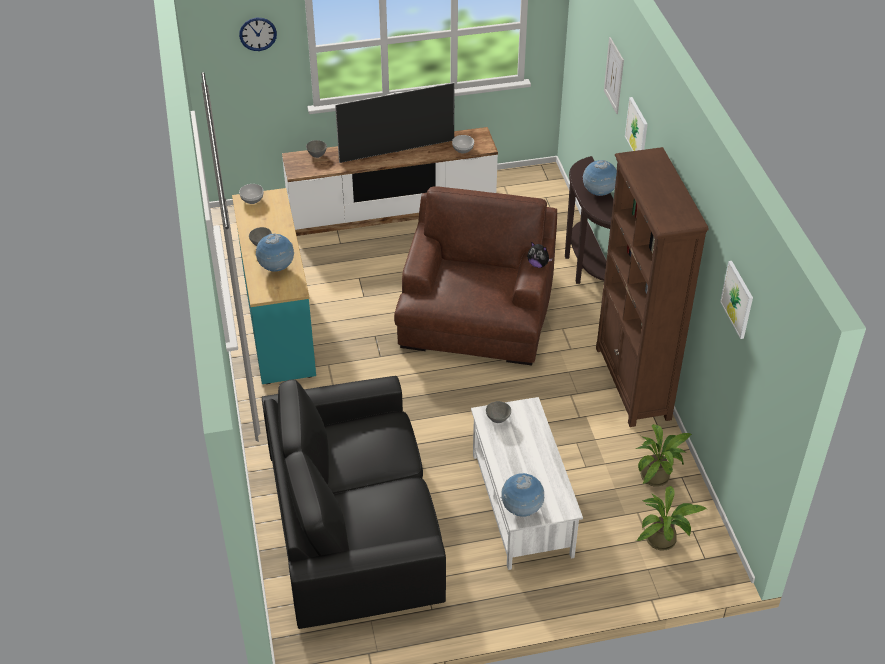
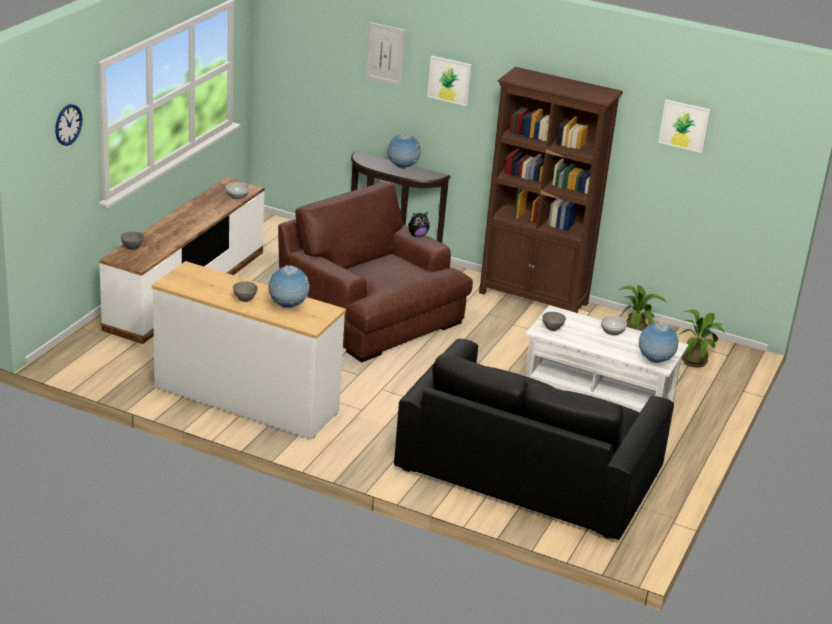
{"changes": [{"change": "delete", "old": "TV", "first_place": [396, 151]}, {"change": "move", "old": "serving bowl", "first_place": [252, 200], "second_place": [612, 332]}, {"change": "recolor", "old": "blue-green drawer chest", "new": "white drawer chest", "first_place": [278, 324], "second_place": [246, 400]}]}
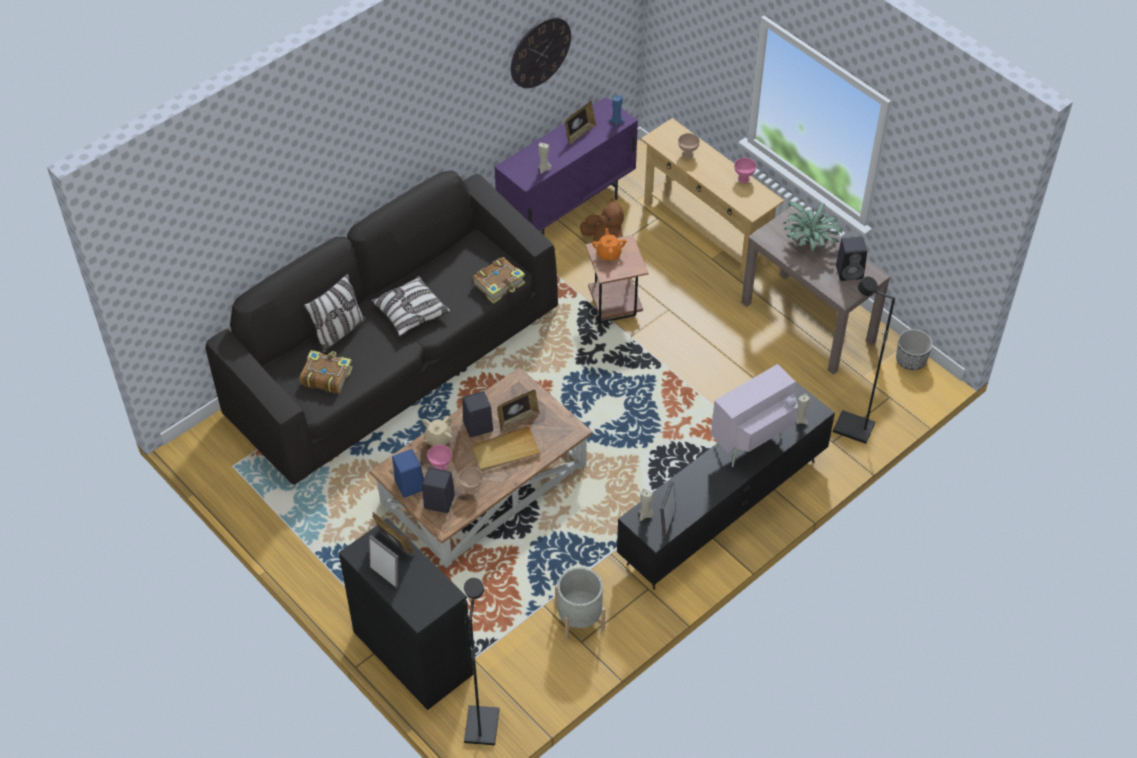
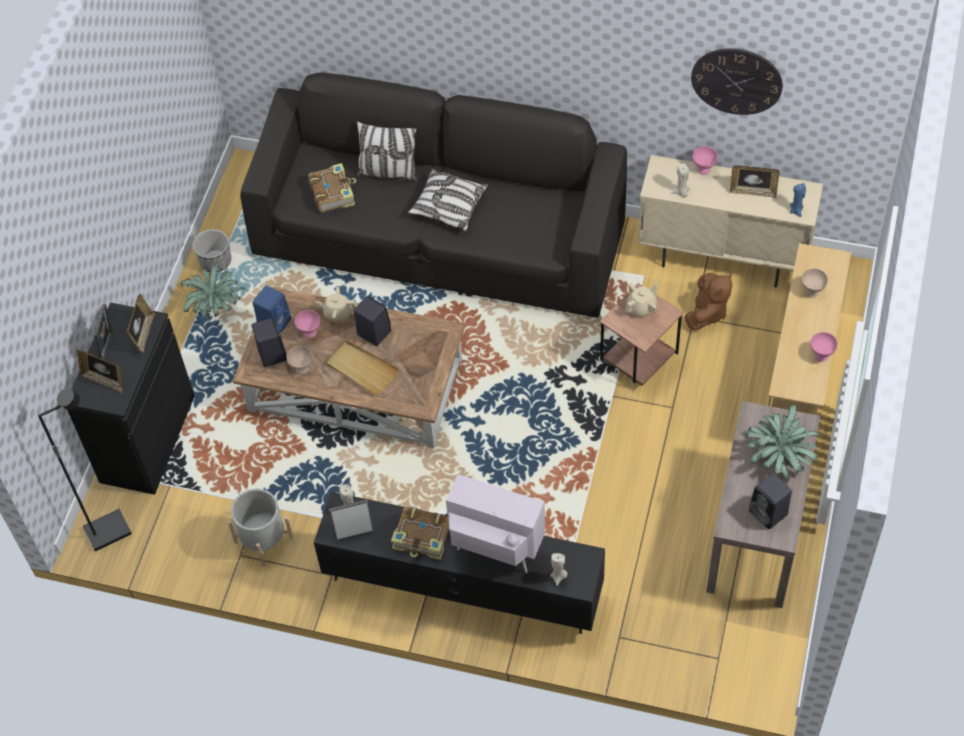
{"changes": [{"change": "recolor", "old": "purple-coloured cabinet", "new": "beige-coloured cabinet", "first_place": [567, 212], "second_place": [723, 259]}, {"change": "recolor", "old": "orange-coloured tea pot", "new": "beige-coloured tea pot", "first_place": [609, 254], "second_place": [641, 307]}, {"change": "move", "old": "book", "first_place": [499, 284], "second_place": [422, 538]}, {"change": "delete", "old": "black-coloured floor lamp", "first_place": [852, 429]}, {"change": "move", "old": "plant pot", "first_place": [910, 360], "second_place": [216, 261]}, {"change": "move", "old": "standing frame", "first_place": [518, 419], "second_place": [104, 380]}, {"change": "insert", "new": "pinkish serving bowl", "second_place": [703, 169]}, {"change": "insert", "new": "potted plant", "second_place": [215, 305]}]}
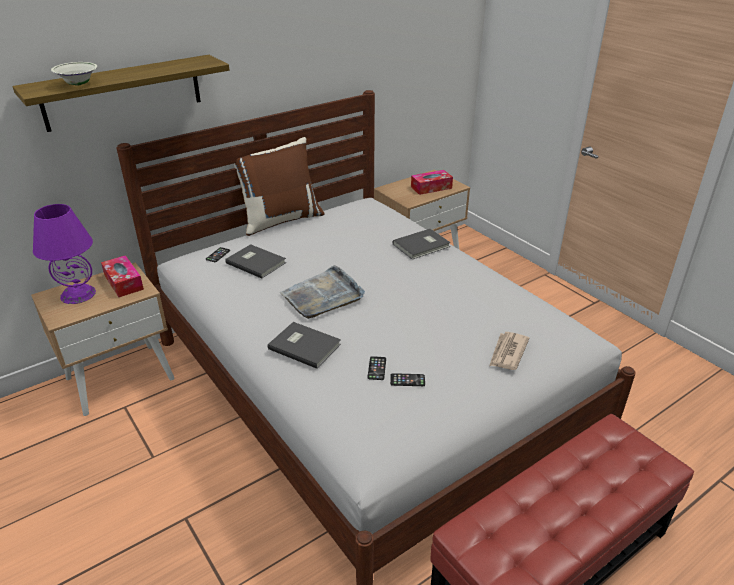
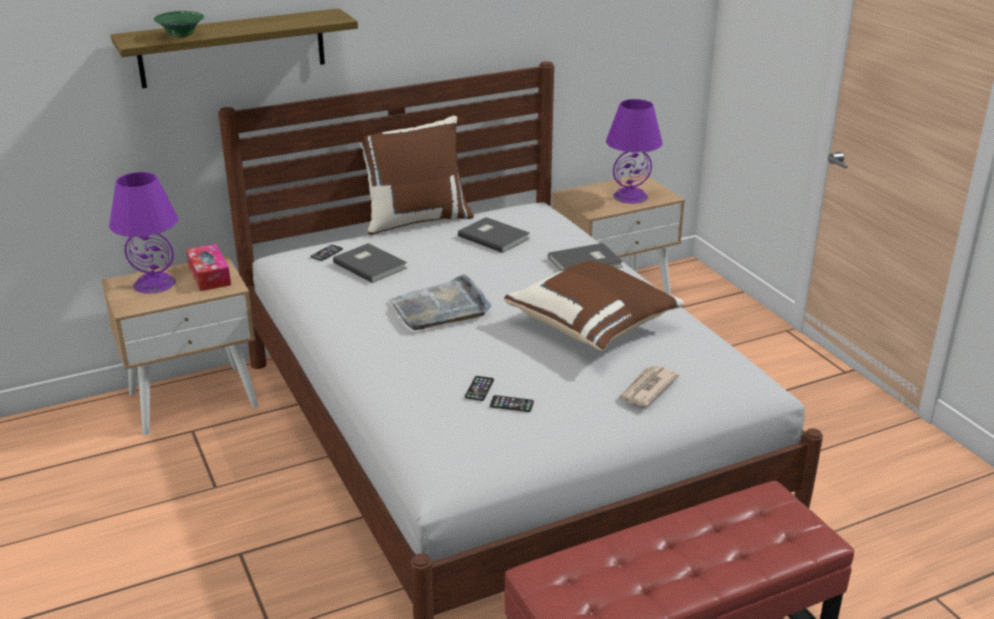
{"changes": [{"change": "recolor", "old": "white serving bowl", "new": "green serving bowl", "first_place": [78, 84], "second_place": [181, 36]}, {"change": "replace", "old": "box of tissues", "new": "purple-coloured table lamp", "first_place": [431, 187], "second_place": [630, 196]}, {"change": "move", "old": "greyish book", "first_place": [304, 345], "second_place": [494, 236]}, {"change": "insert", "new": "brownish cushion", "second_place": [594, 326]}]}
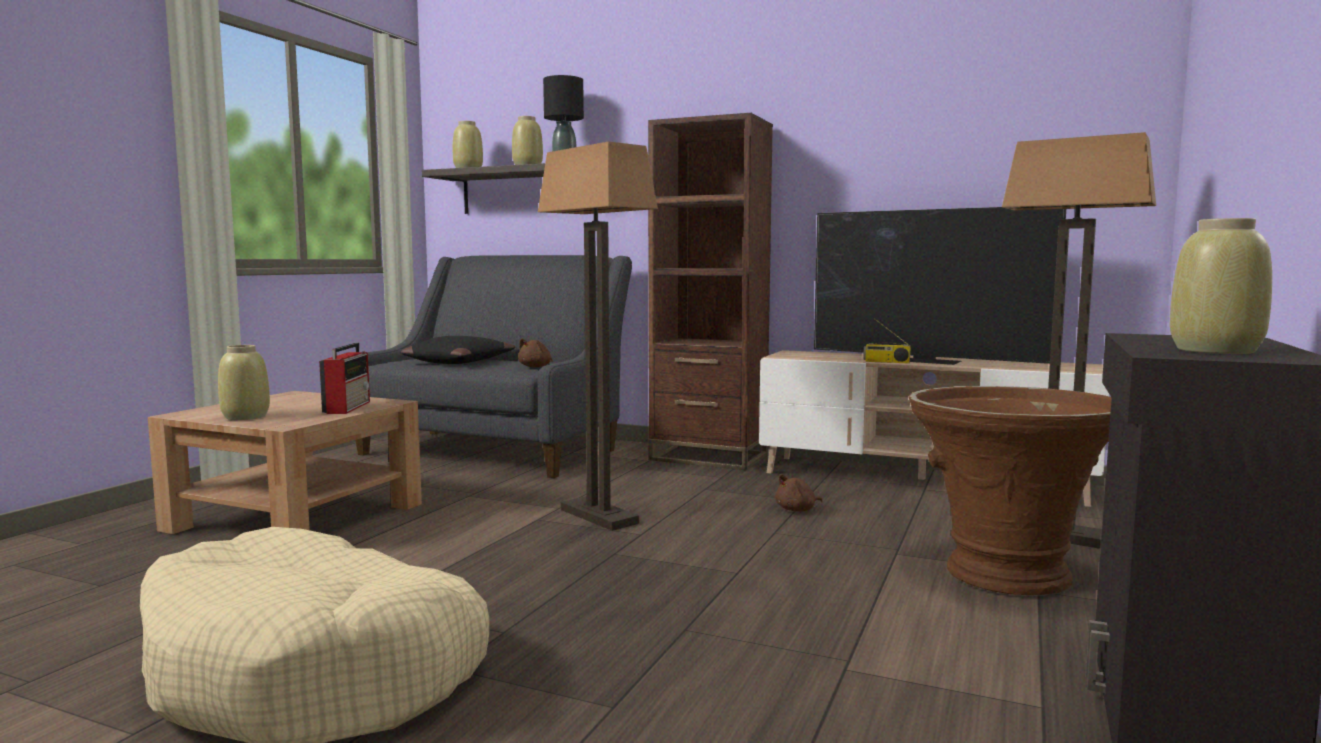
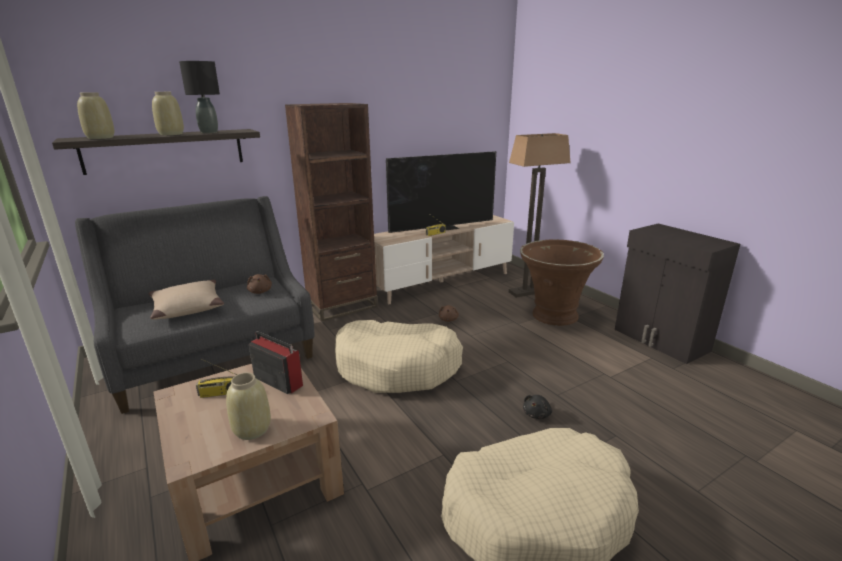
{"changes": [{"change": "replace", "old": "floor lamp", "new": "beige-coloured dog cushion", "first_place": [597, 516], "second_place": [398, 367]}, {"change": "delete", "old": "beige-coloured decorative vase", "first_place": [1217, 350]}, {"change": "recolor", "old": "black-coloured cushion", "new": "beige-coloured cushion", "first_place": [458, 362], "second_place": [187, 307]}, {"change": "insert", "new": "radio receiver", "second_place": [221, 393]}, {"change": "insert", "new": "black-coloured plush toy", "second_place": [537, 414]}]}
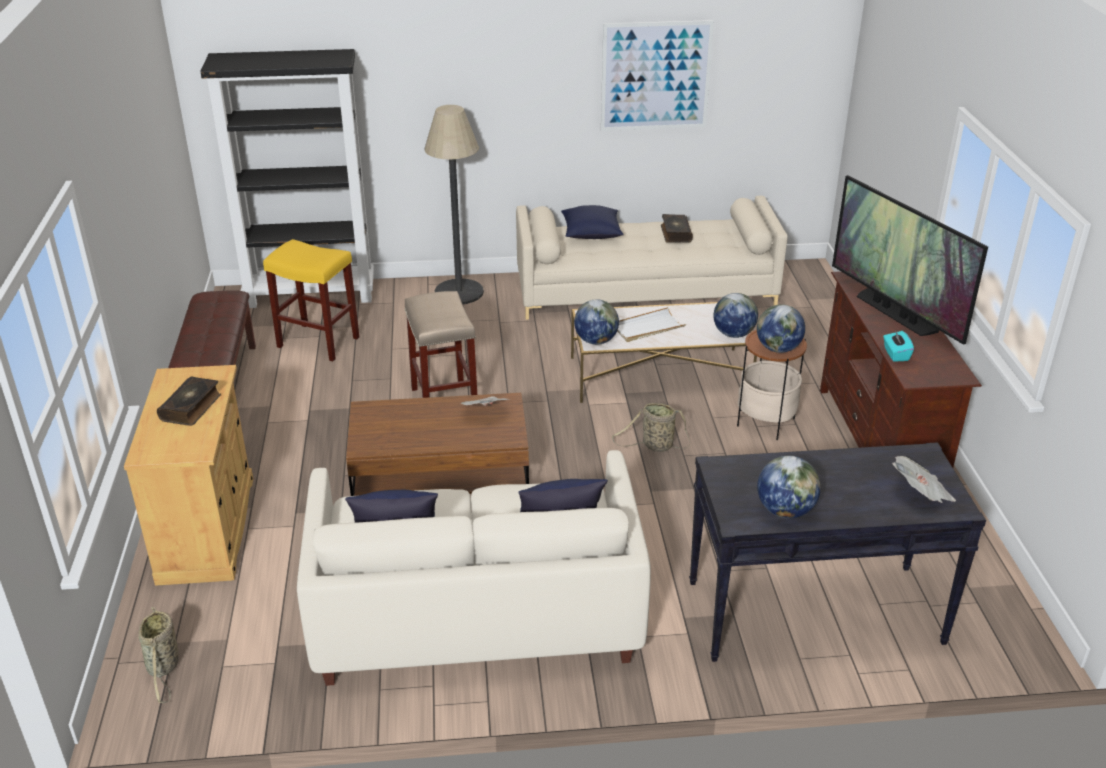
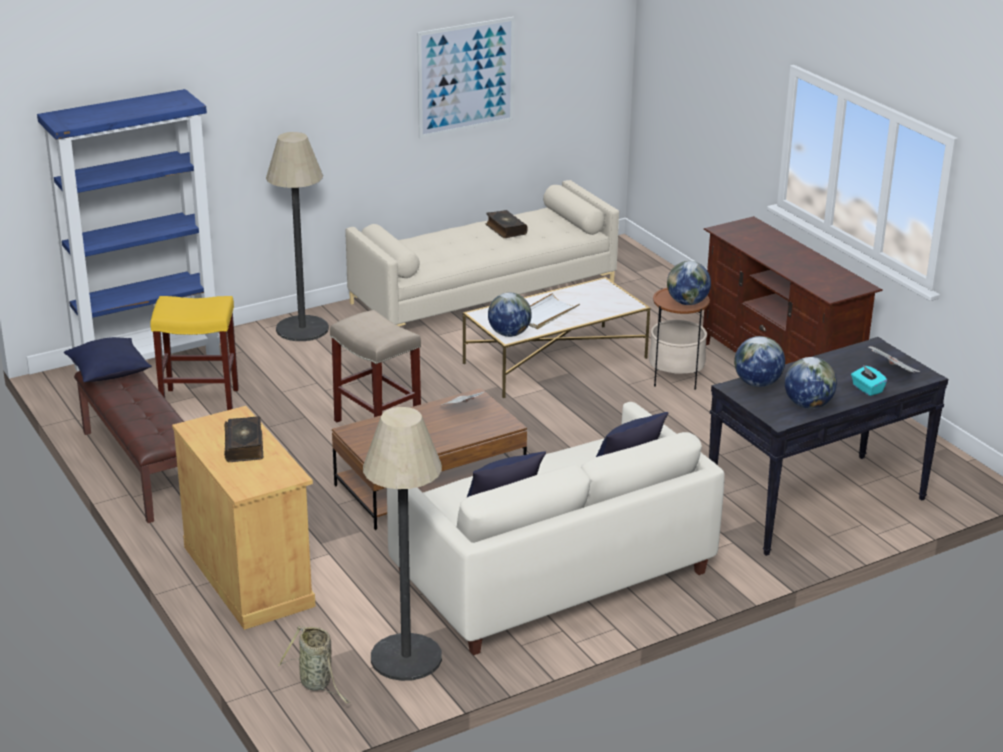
{"changes": [{"change": "recolor", "old": "black-coloured bookcase", "new": "blue-coloured bookcase", "first_place": [311, 294], "second_place": [148, 361]}, {"change": "delete", "old": "TV", "first_place": [895, 313]}, {"change": "move", "old": "blue-coloured cushion", "first_place": [591, 234], "second_place": [109, 373]}, {"change": "move", "old": "world globe", "first_place": [733, 334], "second_place": [757, 383]}, {"change": "move", "old": "blue-green box of tissues", "first_place": [895, 354], "second_place": [867, 389]}, {"change": "delete", "old": "household basket", "first_place": [655, 446]}, {"change": "insert", "new": "floor lamp", "second_place": [406, 658]}]}
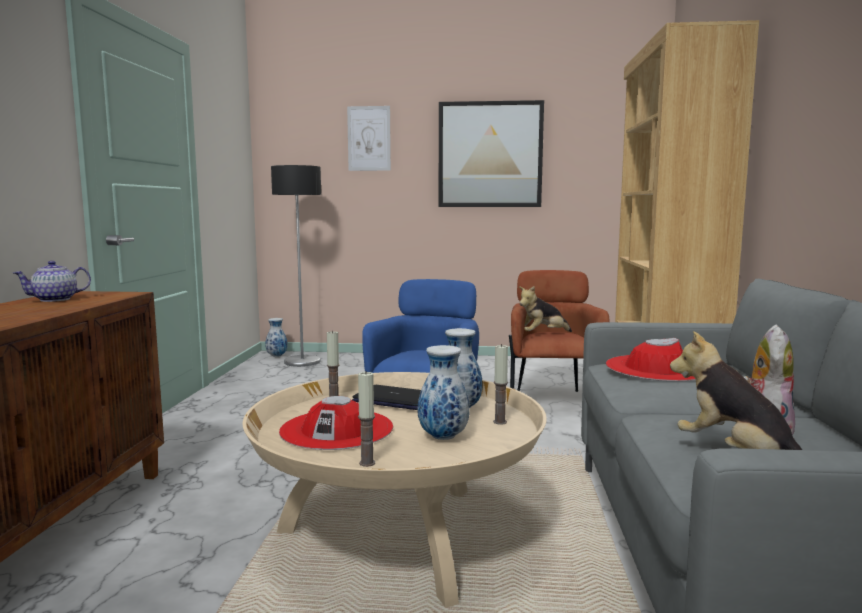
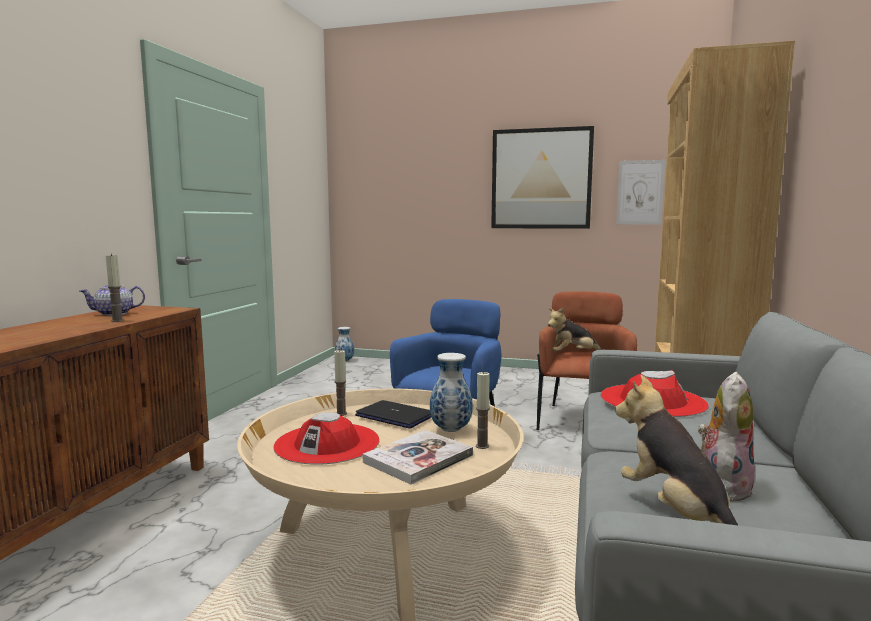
{"changes": [{"change": "move", "old": "wall picture", "first_place": [369, 138], "second_place": [640, 192]}, {"change": "delete", "old": "floor lamp", "first_place": [302, 362]}, {"change": "replace", "old": "decorative vase", "new": "book", "first_place": [442, 437], "second_place": [418, 459]}, {"change": "move", "old": "wax candle", "first_place": [367, 463], "second_place": [117, 320]}]}
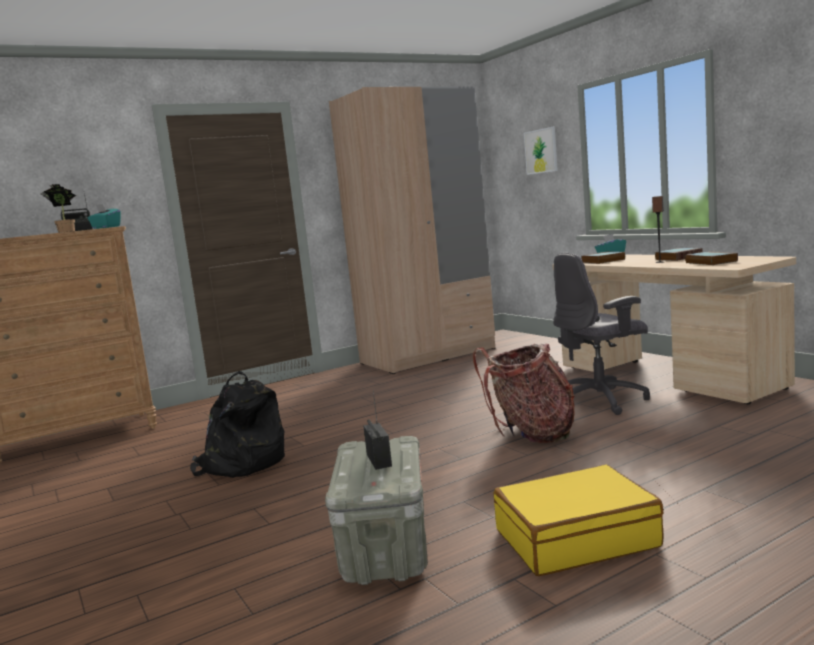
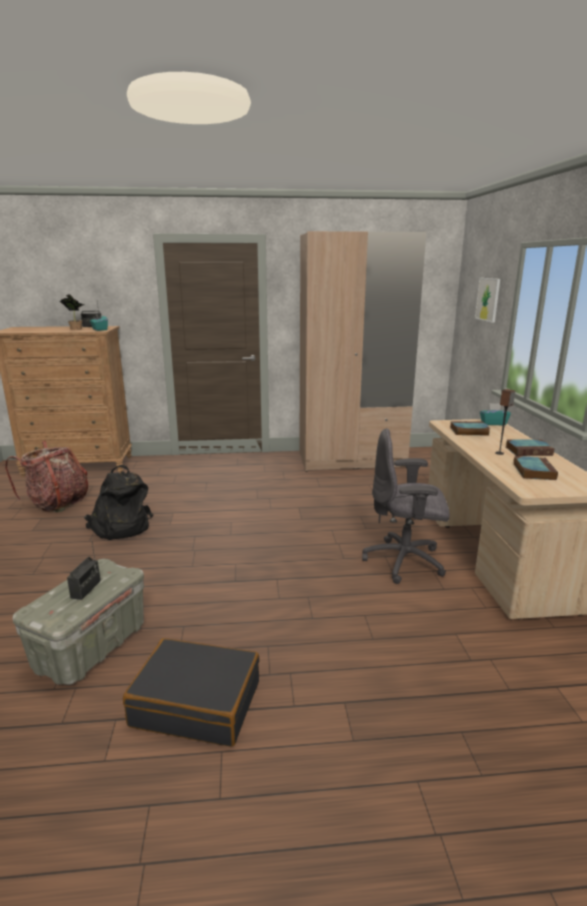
{"changes": [{"change": "move", "old": "knapsack", "first_place": [531, 434], "second_place": [57, 503]}, {"change": "recolor", "old": "yellow suitcase", "new": "black-coloured suitcase", "first_place": [576, 538], "second_place": [197, 703]}]}
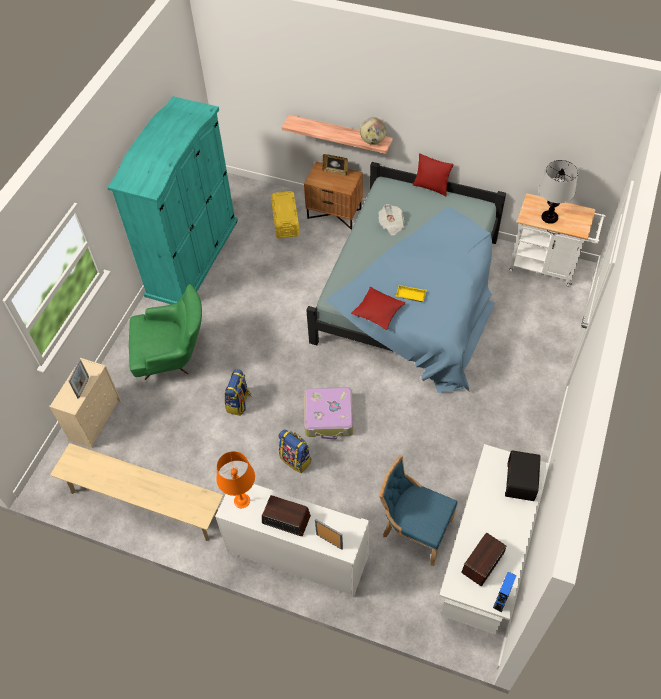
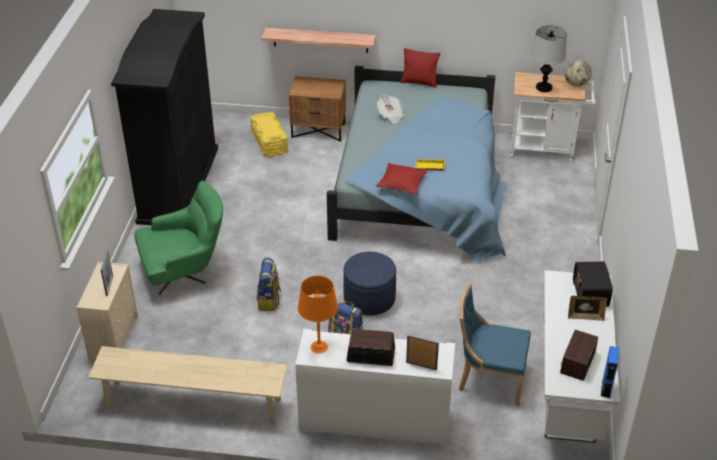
{"changes": [{"change": "recolor", "old": "blue-green armoire", "new": "black-coloured armoire", "first_place": [192, 257], "second_place": [178, 184]}, {"change": "move", "old": "world globe", "first_place": [372, 141], "second_place": [576, 84]}, {"change": "move", "old": "standing frame", "first_place": [335, 171], "second_place": [585, 317]}, {"change": "replace", "old": "suitcase", "new": "blue-coloured pouffe", "first_place": [329, 417], "second_place": [369, 299]}]}
